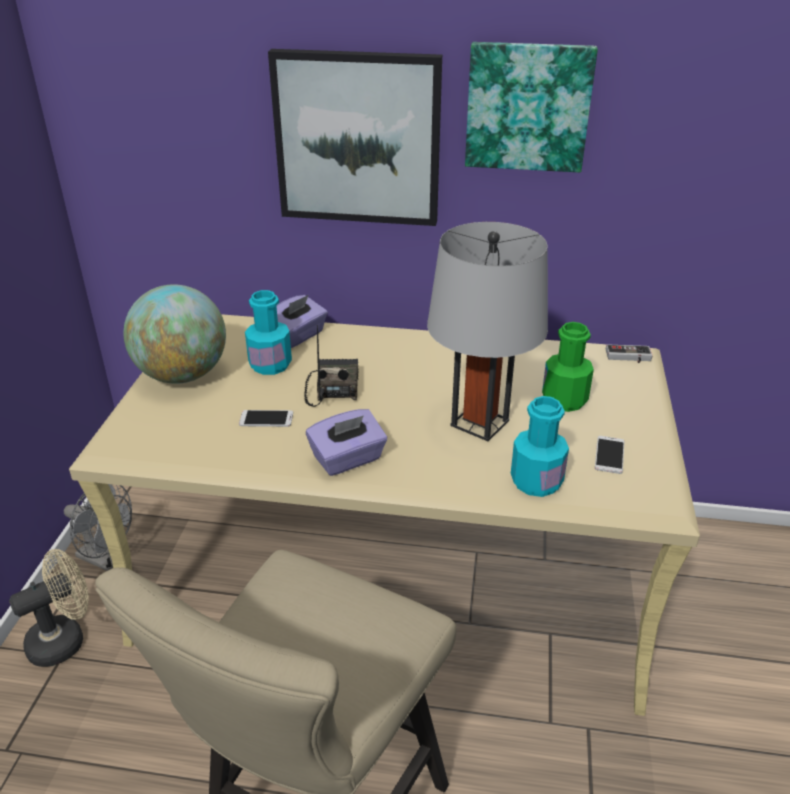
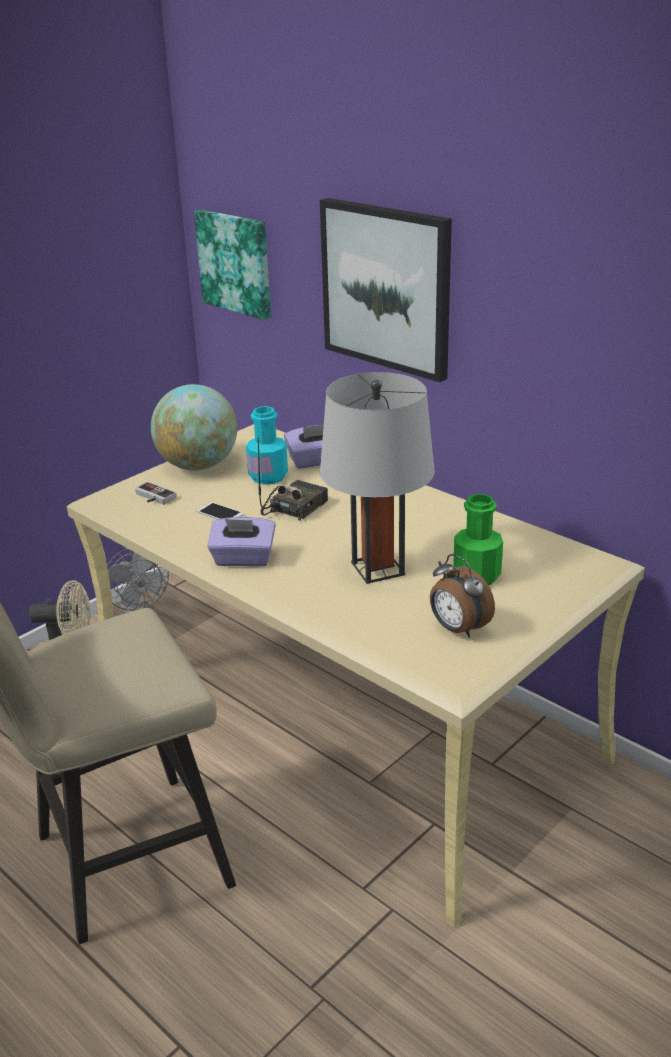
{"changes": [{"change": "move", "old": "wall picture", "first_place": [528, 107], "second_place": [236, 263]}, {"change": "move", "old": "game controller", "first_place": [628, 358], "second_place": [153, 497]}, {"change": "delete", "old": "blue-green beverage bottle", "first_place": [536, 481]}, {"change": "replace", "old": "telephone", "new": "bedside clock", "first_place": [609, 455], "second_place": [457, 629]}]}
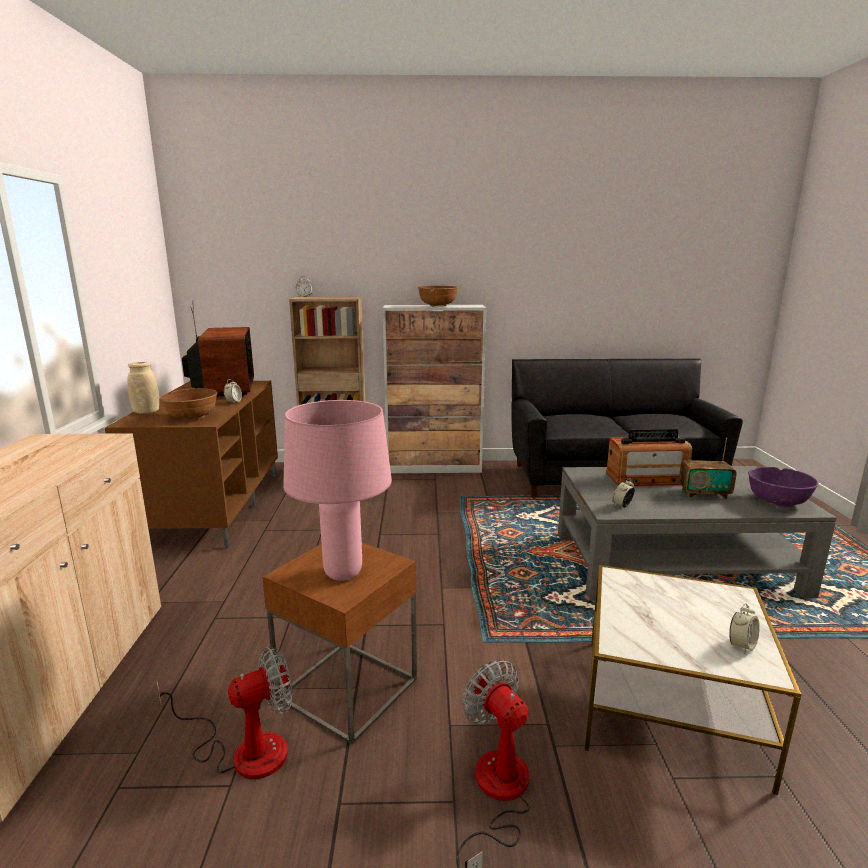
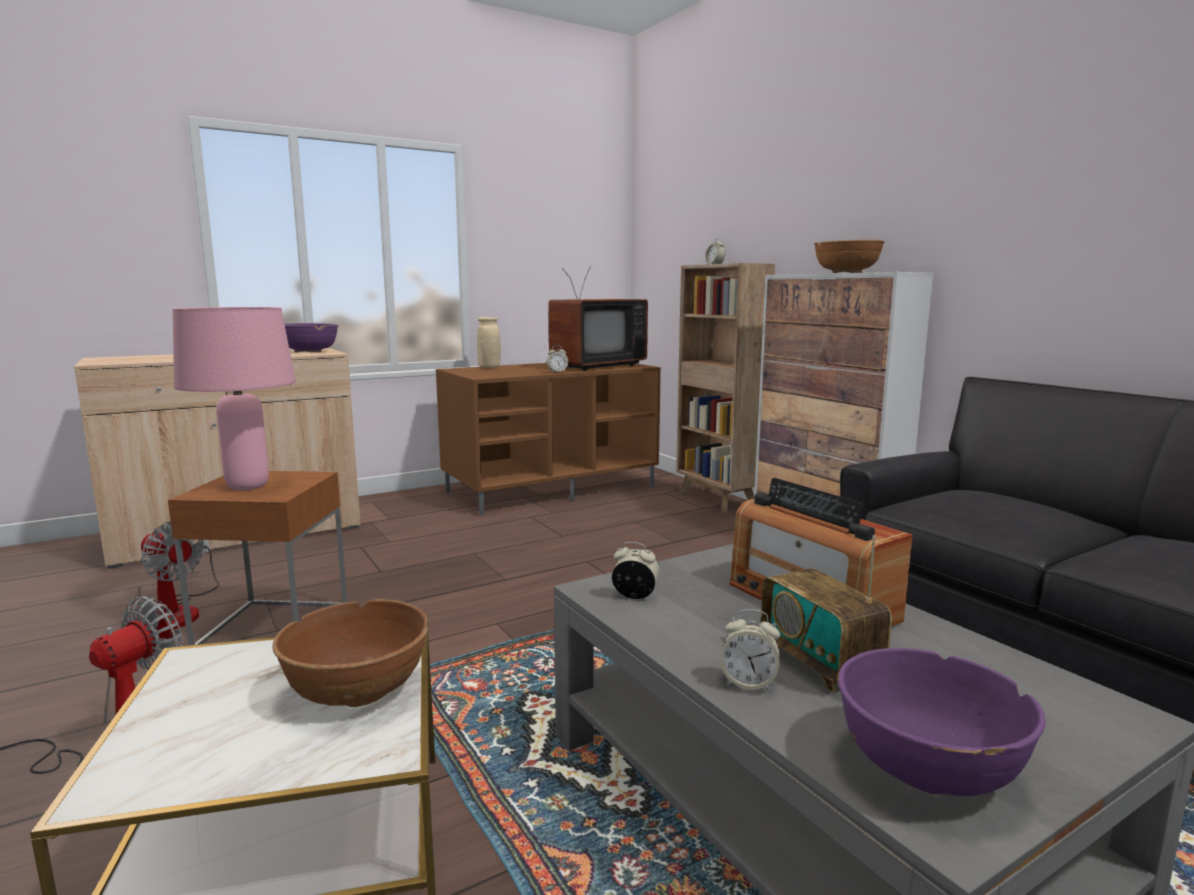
{"changes": [{"change": "move", "old": "brownish serving bowl", "first_place": [192, 417], "second_place": [357, 690]}, {"change": "move", "old": "bedside clock", "first_place": [741, 645], "second_place": [748, 683]}, {"change": "insert", "new": "purple-coloured serving bowl", "second_place": [308, 352]}]}
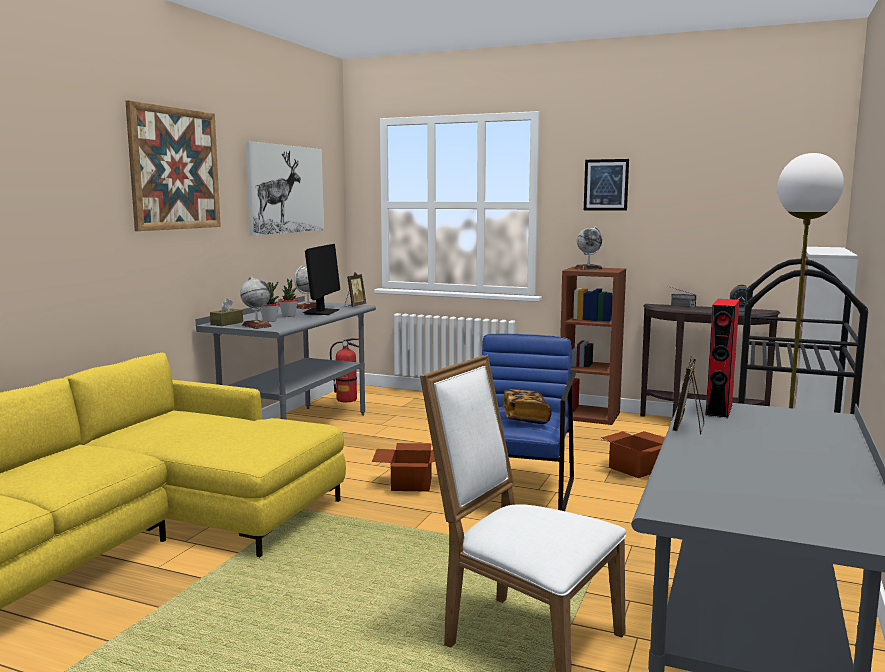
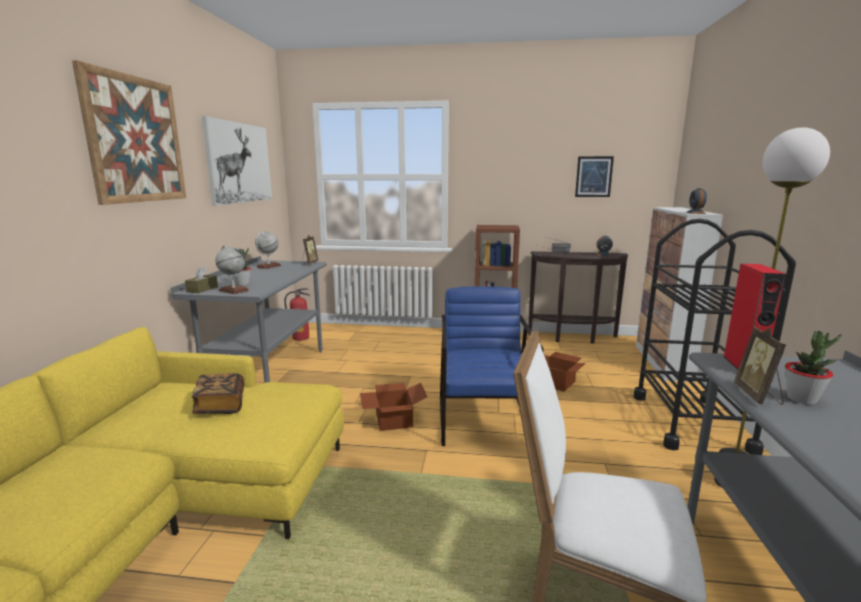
{"changes": [{"change": "move", "old": "wall picture", "first_place": [606, 185], "second_place": [594, 176]}, {"change": "delete", "old": "world globe", "first_place": [588, 268]}, {"change": "delete", "old": "monitor", "first_place": [321, 312]}, {"change": "move", "old": "potted plant", "first_place": [288, 316], "second_place": [802, 399]}, {"change": "move", "old": "book", "first_place": [525, 418], "second_place": [220, 405]}, {"change": "insert", "new": "bedside clock", "second_place": [695, 213]}]}
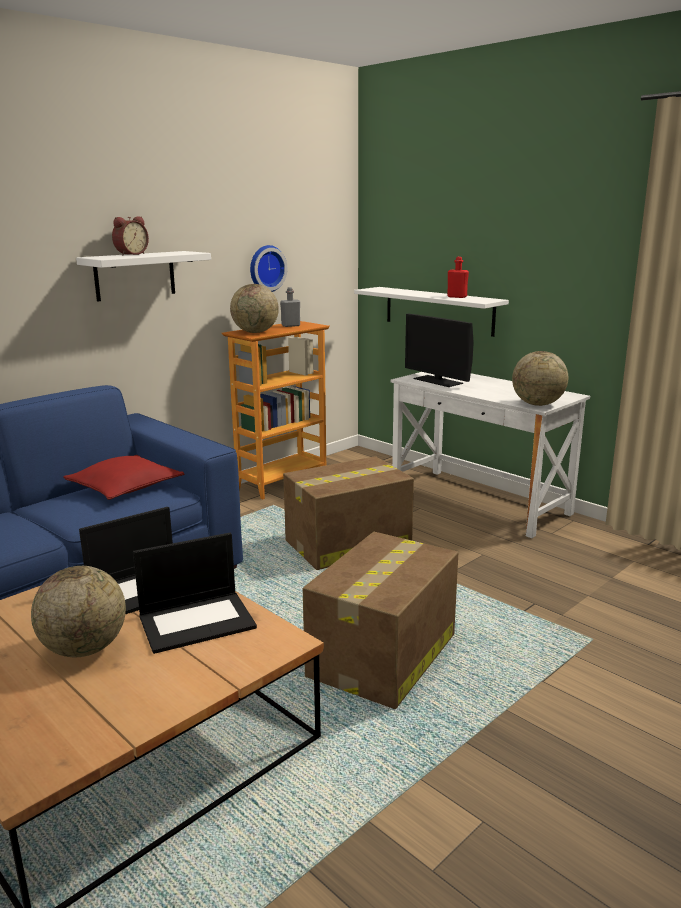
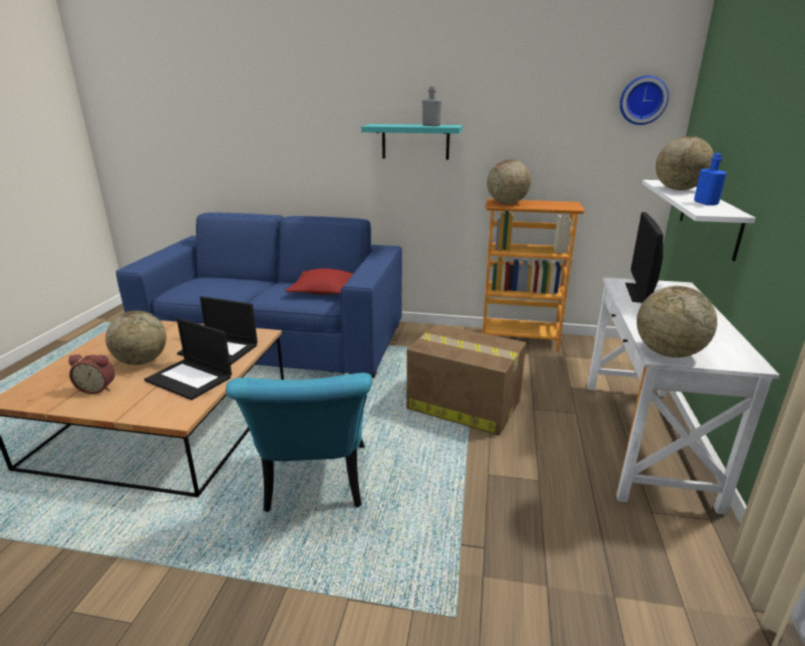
{"changes": [{"change": "move", "old": "bedside clock", "first_place": [130, 254], "second_place": [98, 388]}, {"change": "move", "old": "wall clock", "first_place": [266, 268], "second_place": [642, 100]}, {"change": "recolor", "old": "white wall shelf", "new": "blue-green wall shelf", "first_place": [135, 275], "second_place": [415, 141]}, {"change": "recolor", "old": "red-coloured beverage bottle", "new": "blue-coloured beverage bottle", "first_place": [457, 297], "second_place": [705, 203]}, {"change": "move", "old": "greyish beverage bottle", "first_place": [290, 325], "second_place": [431, 125]}, {"change": "replace", "old": "cardboard box", "new": "blue-green upright chair", "first_place": [382, 656], "second_place": [315, 486]}, {"change": "insert", "new": "world globe", "second_place": [678, 189]}]}
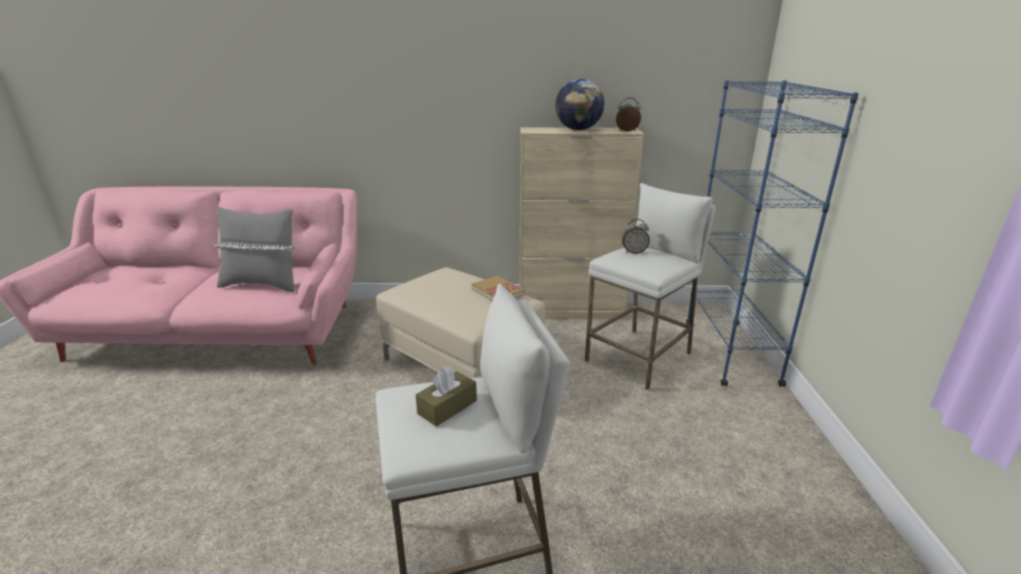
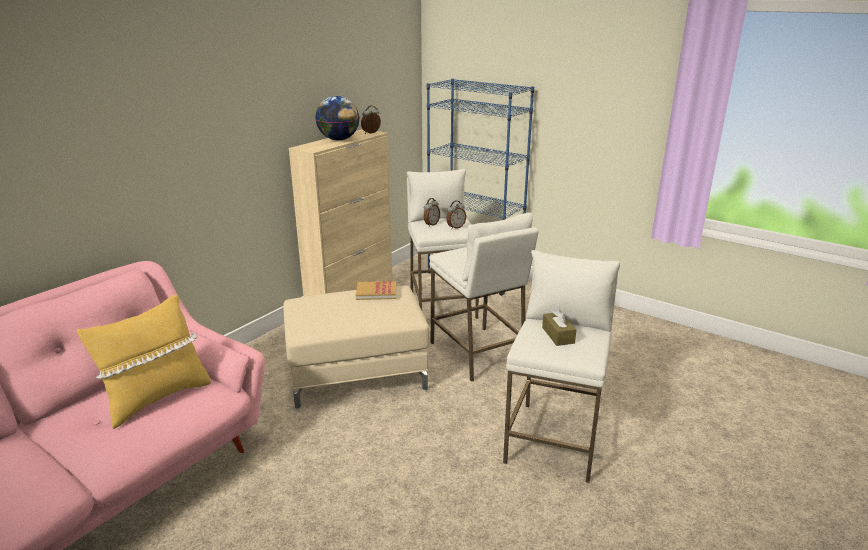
{"changes": [{"change": "recolor", "old": "greyish cushion", "new": "yellow cushion", "first_place": [262, 284], "second_place": [157, 398]}, {"change": "insert", "new": "bedside clock", "second_place": [455, 227]}, {"change": "insert", "new": "white sitting stool", "second_place": [477, 353]}]}
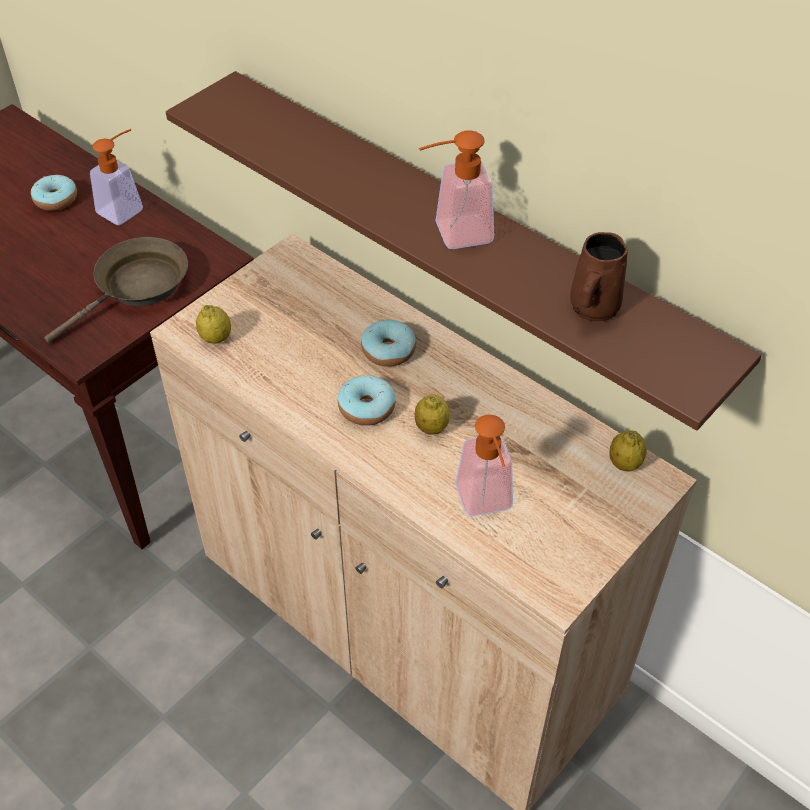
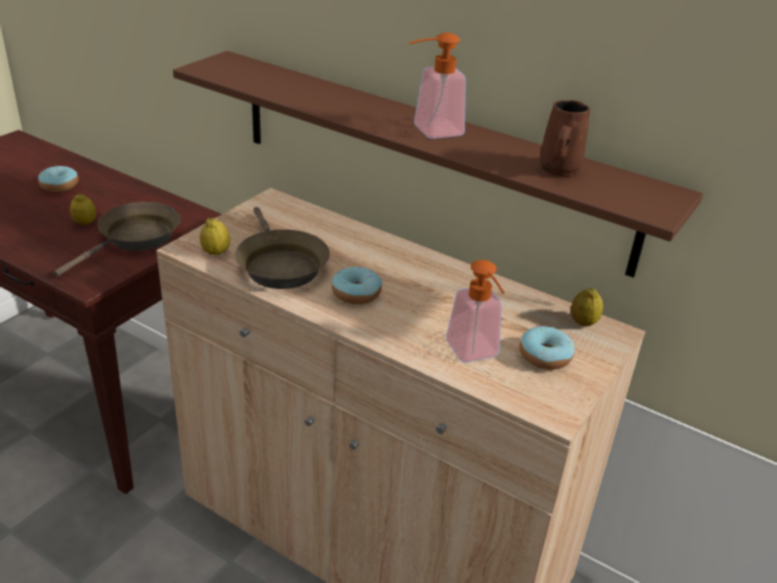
{"changes": [{"change": "delete", "old": "soap dispenser", "first_place": [126, 208]}, {"change": "move", "old": "donut", "first_place": [388, 350], "second_place": [545, 356]}, {"change": "move", "old": "whole lemon", "first_place": [431, 428], "second_place": [85, 223]}, {"change": "insert", "new": "brownish pan", "second_place": [279, 265]}]}
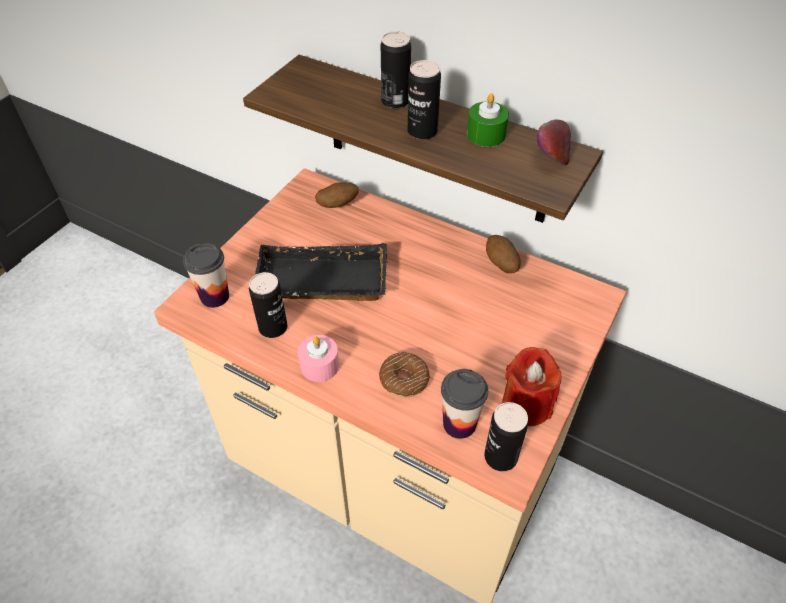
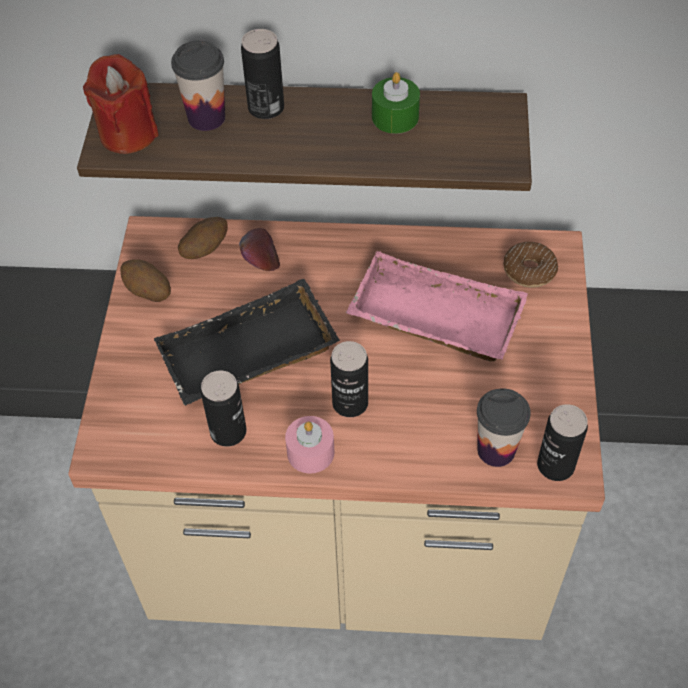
{"changes": [{"change": "move", "old": "can", "first_place": [422, 131], "second_place": [350, 403]}, {"change": "move", "old": "whole apple", "first_place": [550, 158], "second_place": [260, 265]}, {"change": "move", "old": "potato", "first_place": [501, 264], "second_place": [148, 292]}, {"change": "move", "old": "small cup", "first_place": [215, 296], "second_place": [206, 118]}, {"change": "move", "old": "red-coloured wax candle", "first_place": [526, 405], "second_place": [128, 133]}, {"change": "move", "old": "donut", "first_place": [404, 379], "second_place": [529, 270]}, {"change": "insert", "new": "pinkish serving tray", "second_place": [432, 319]}]}
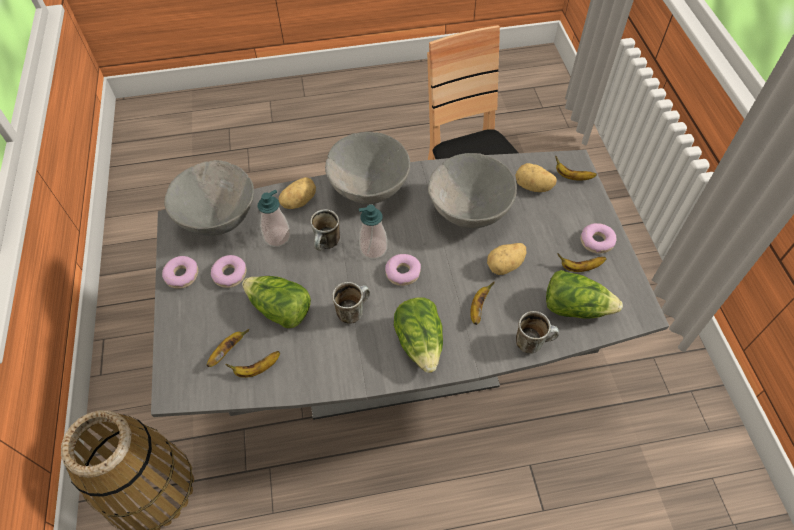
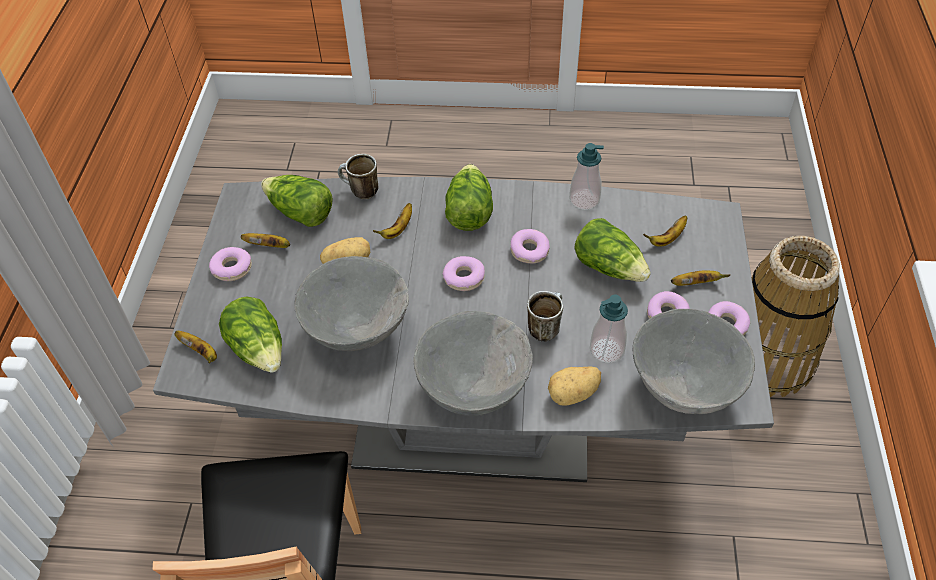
{"changes": [{"change": "replace", "old": "potato", "new": "head of lettuce", "first_place": [533, 187], "second_place": [259, 349]}, {"change": "move", "old": "soap dispenser", "first_place": [373, 248], "second_place": [584, 200]}, {"change": "replace", "old": "tea mug", "new": "donut", "first_place": [353, 310], "second_place": [529, 251]}, {"change": "move", "old": "whole banana", "first_place": [257, 369], "second_place": [695, 283]}]}
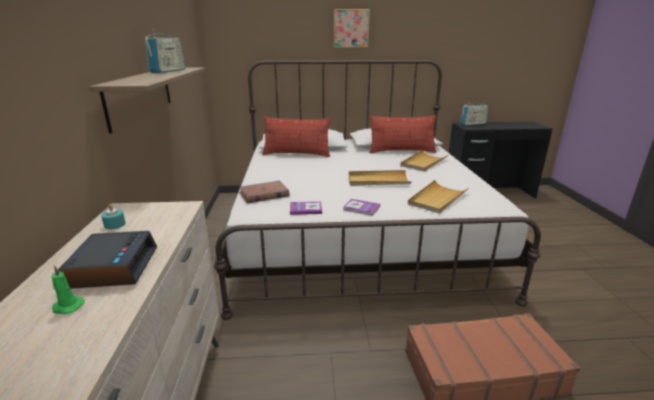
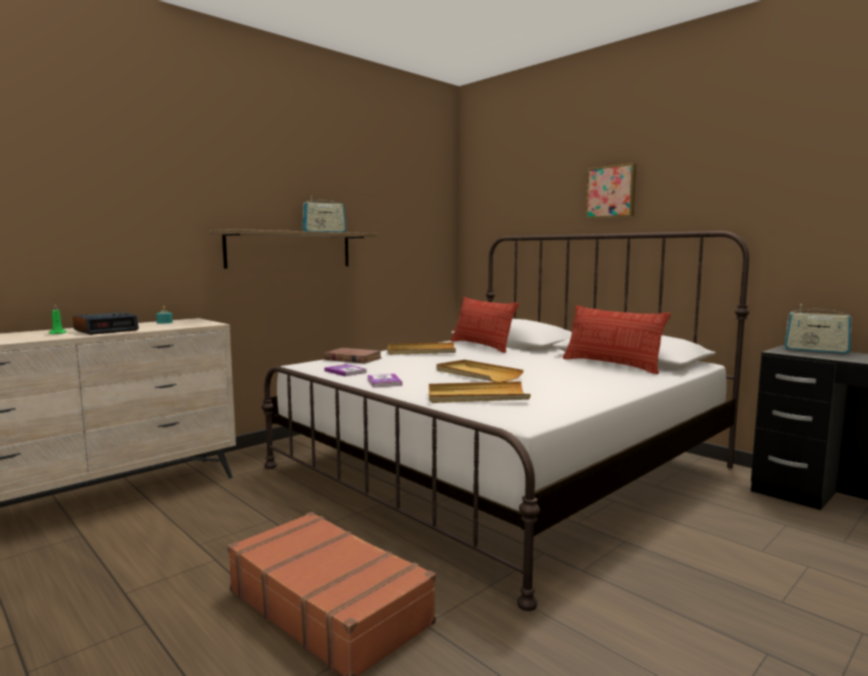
{"changes": [{"change": "move", "old": "beige-coloured serving tray", "first_place": [423, 162], "second_place": [421, 351]}]}
